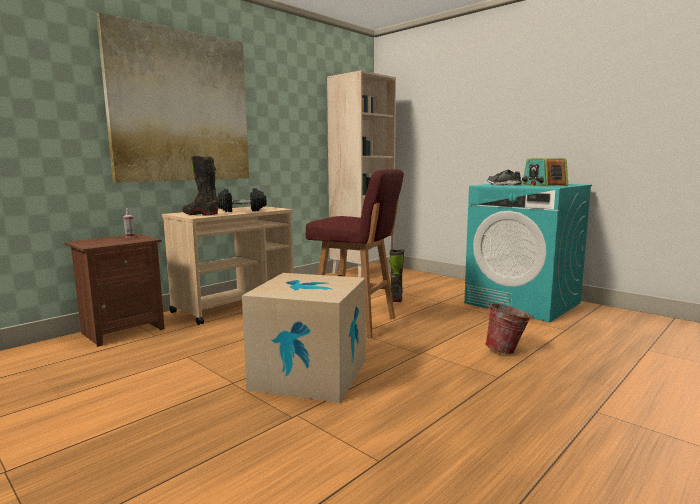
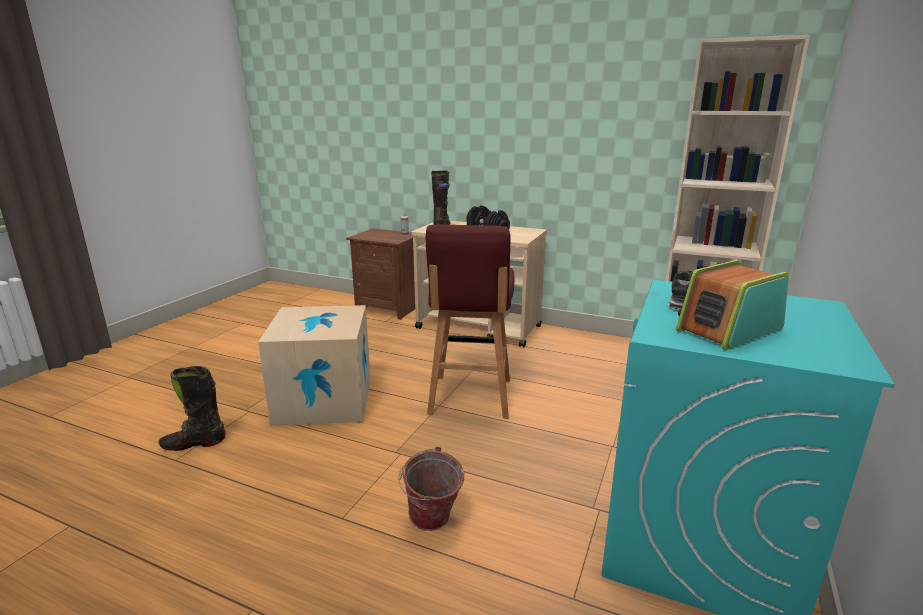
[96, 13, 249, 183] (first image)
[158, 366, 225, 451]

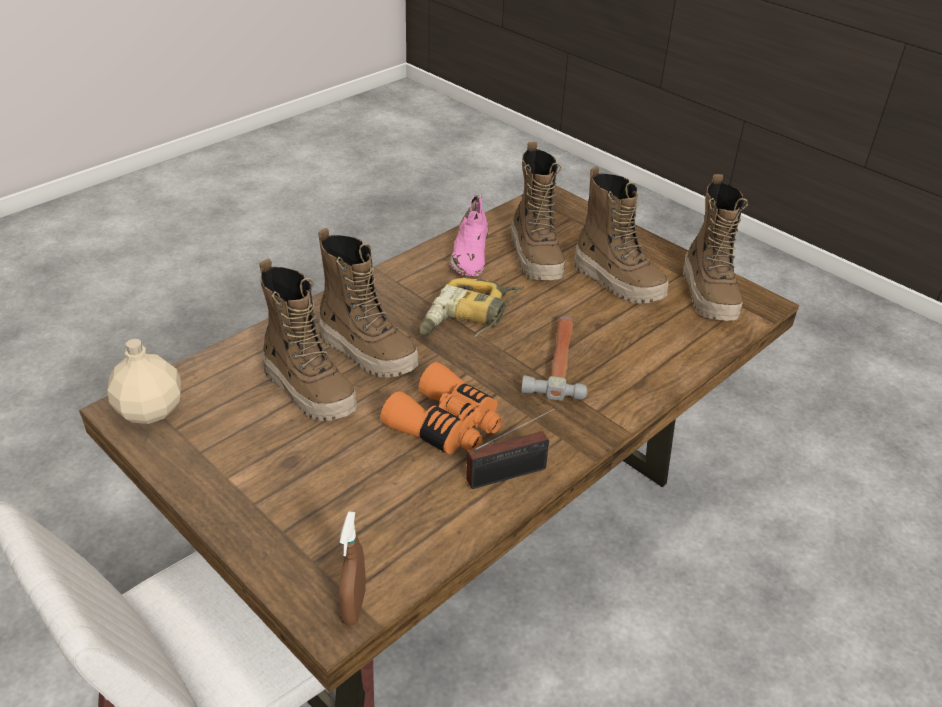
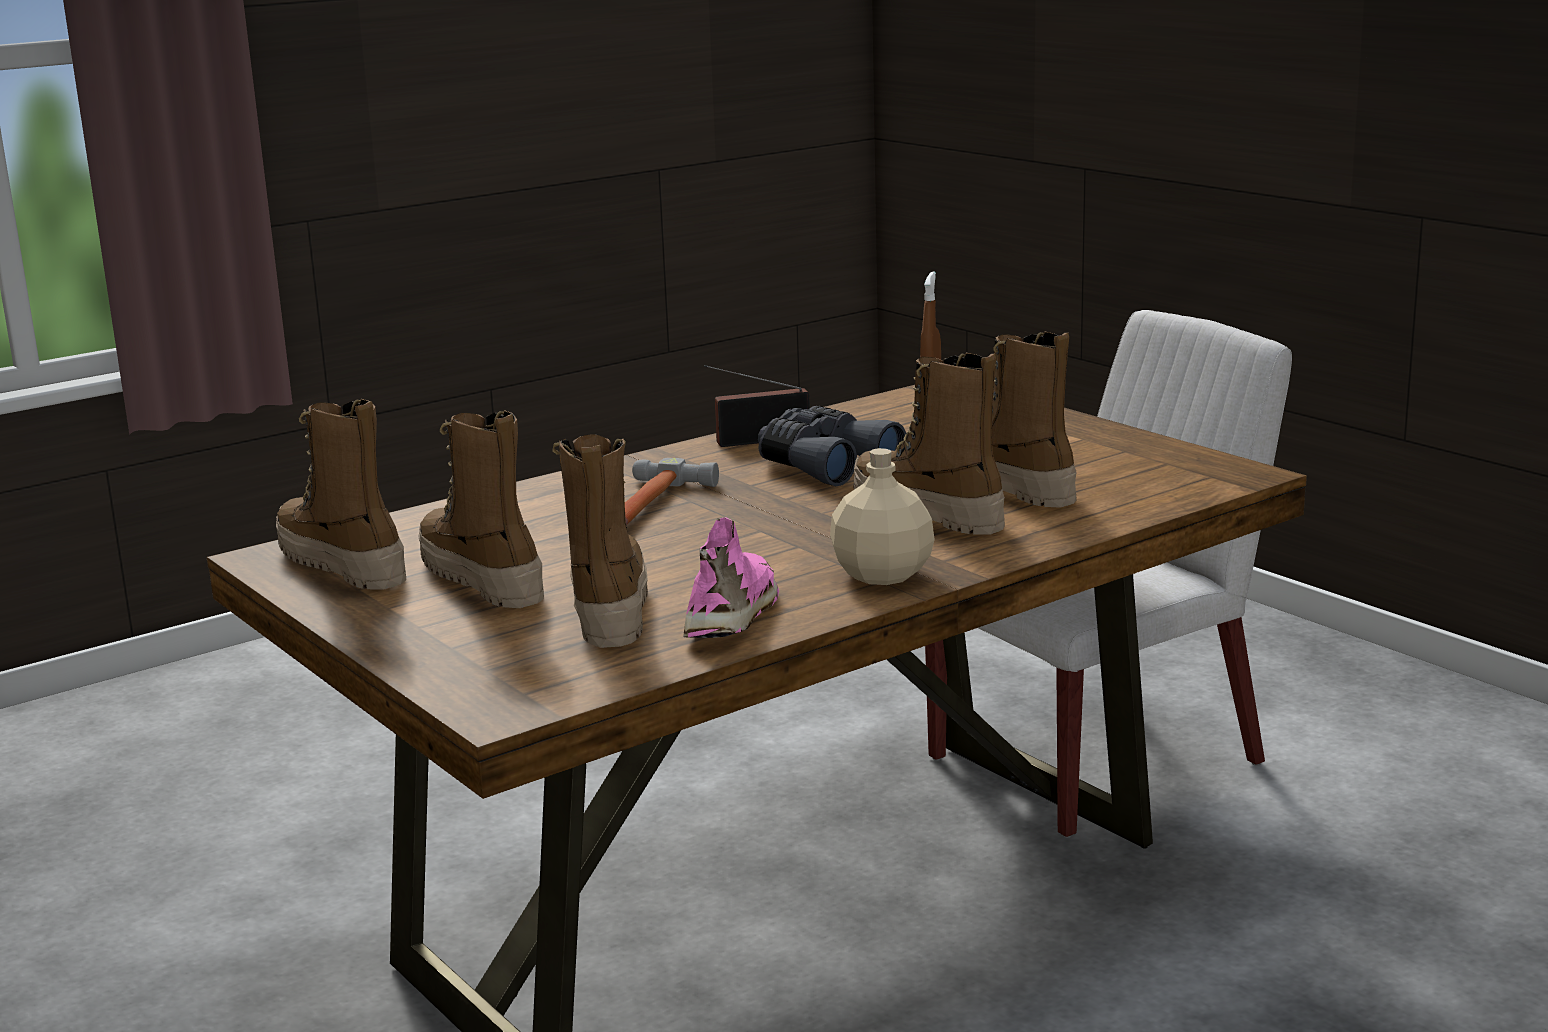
[418, 278, 524, 337] (first image)
[830, 448, 935, 585]
[758, 406, 906, 486]
[276, 399, 406, 590]

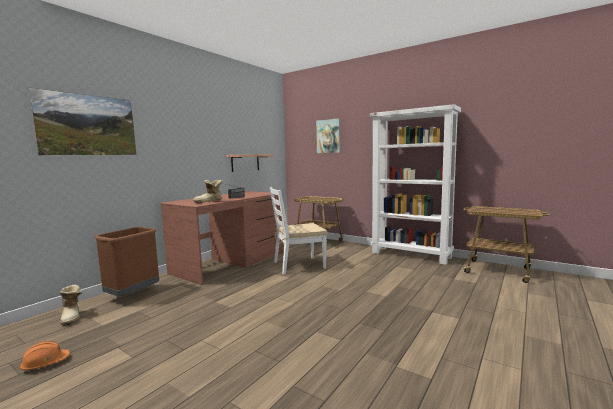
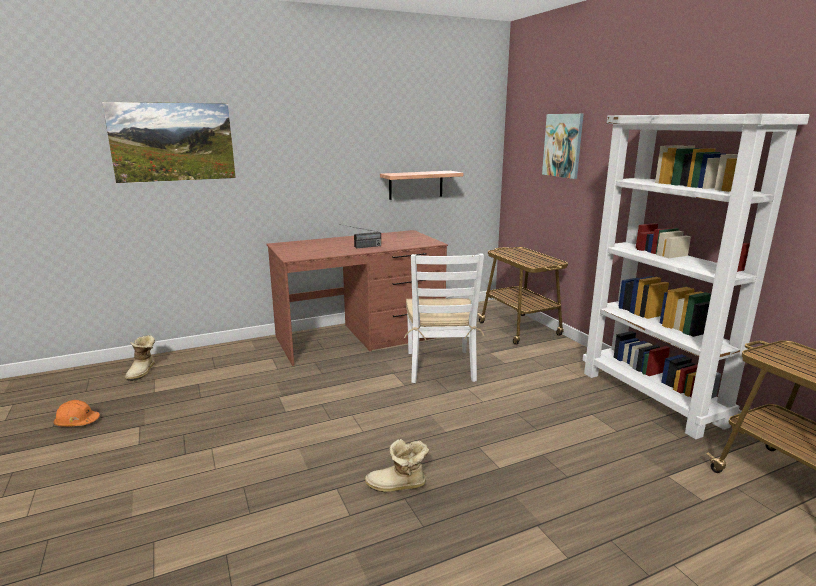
[95, 227, 159, 296] (first image)
[365, 439, 429, 492]
[404, 253, 484, 383]

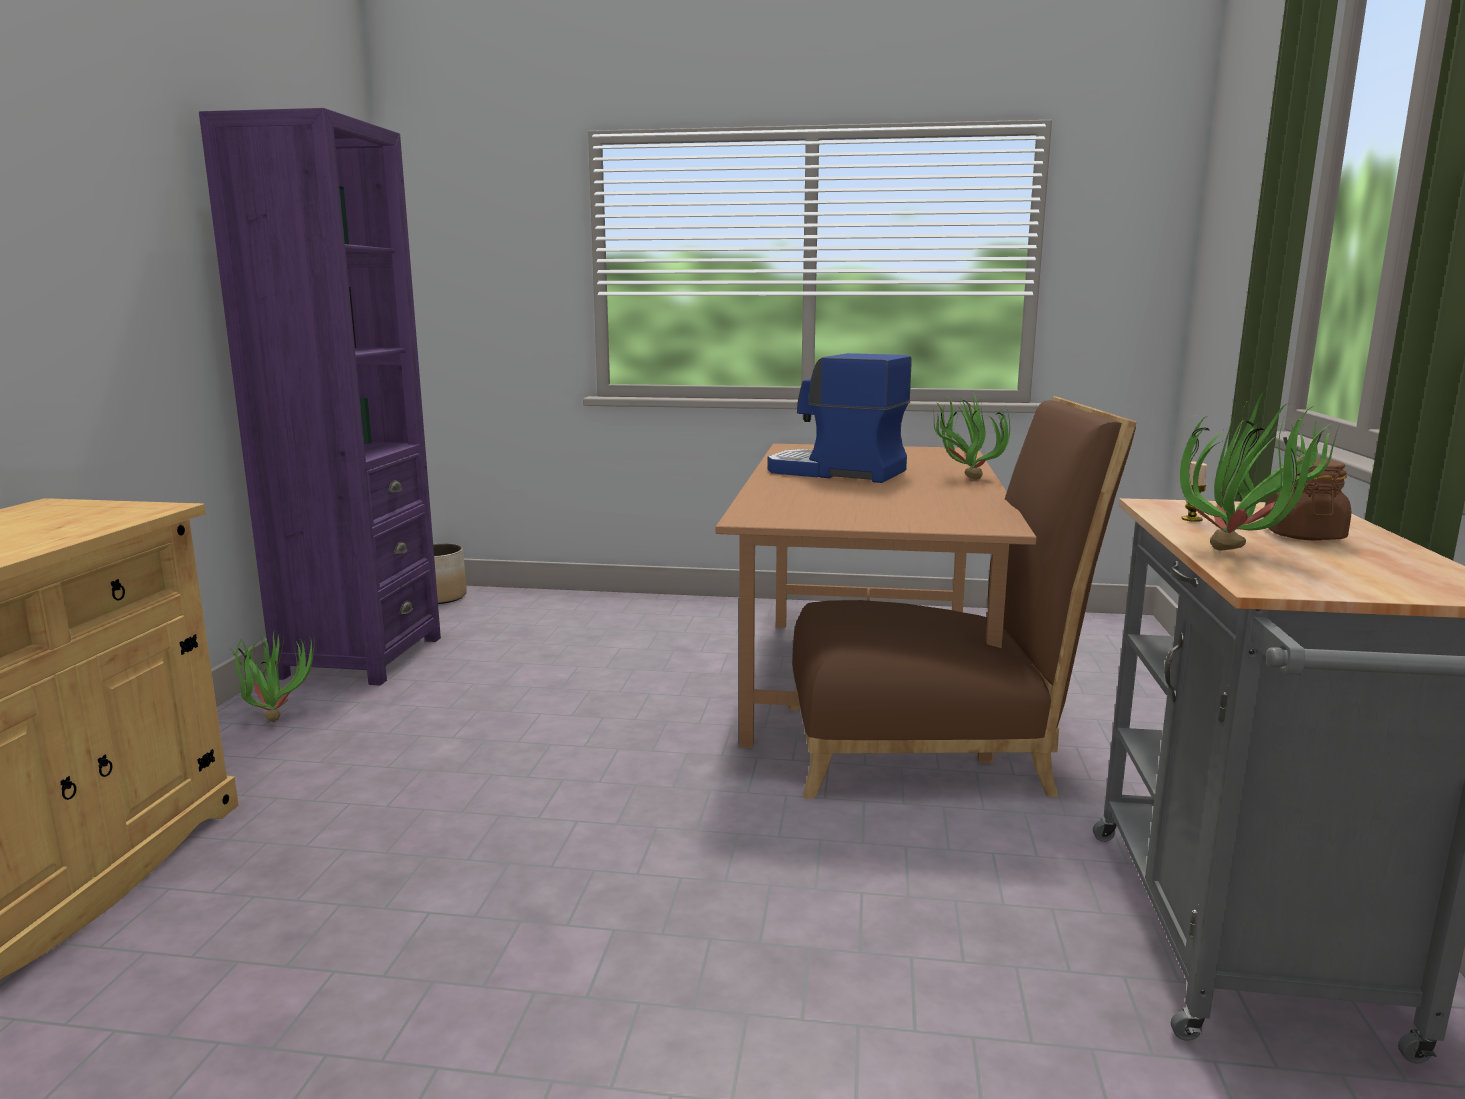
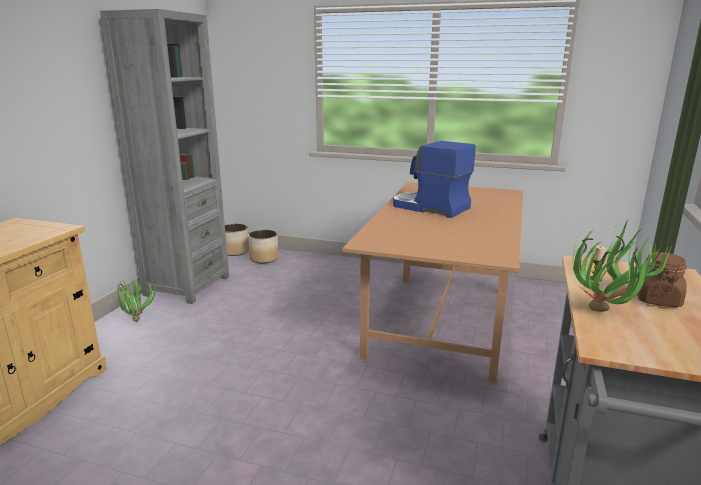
[789, 396, 1136, 798] (first image)
[933, 392, 1010, 480] (first image)
[248, 230, 279, 263]
[100, 9, 229, 304]

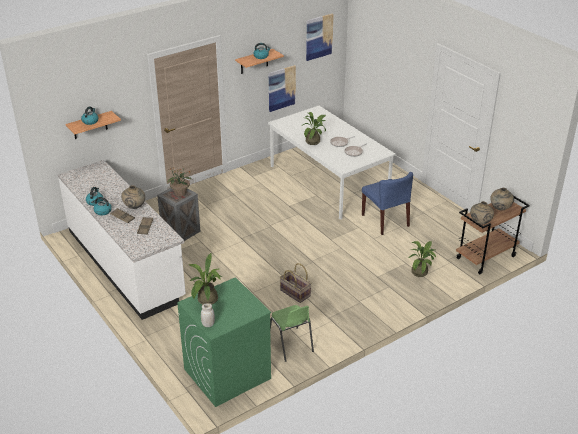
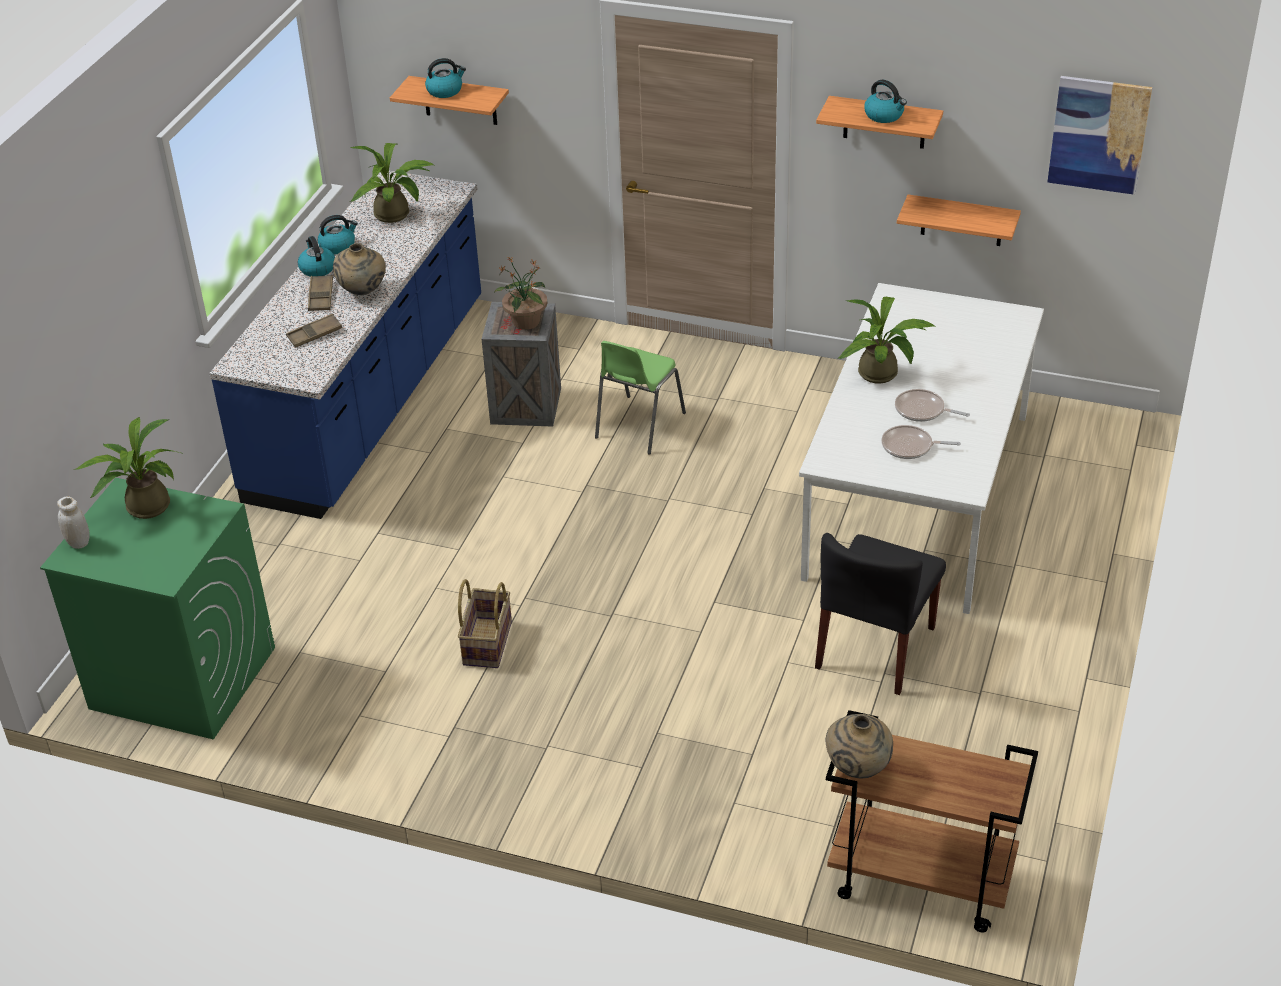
[490, 188, 514, 210] (first image)
[595, 341, 686, 454]
[350, 143, 434, 223]
[897, 194, 1021, 246]
[209, 171, 481, 519]
[815, 533, 946, 695]

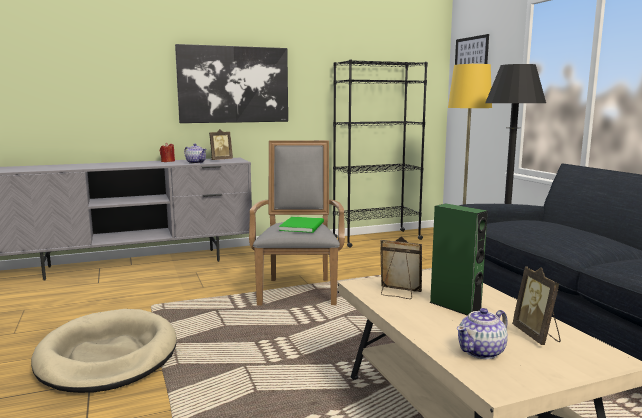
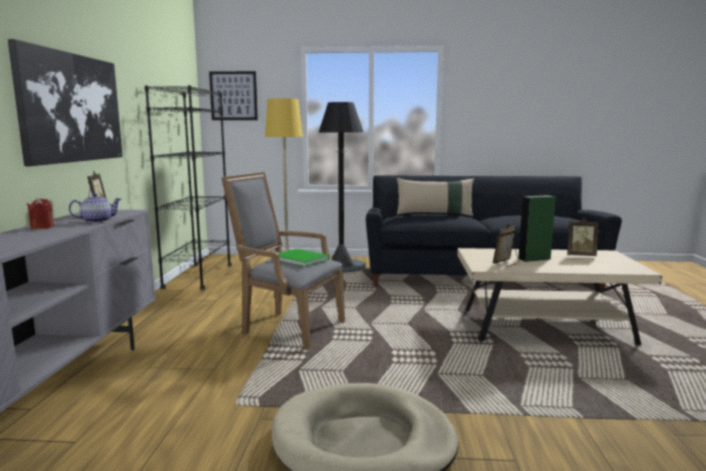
[457, 308, 508, 359] (first image)
[397, 178, 474, 216]

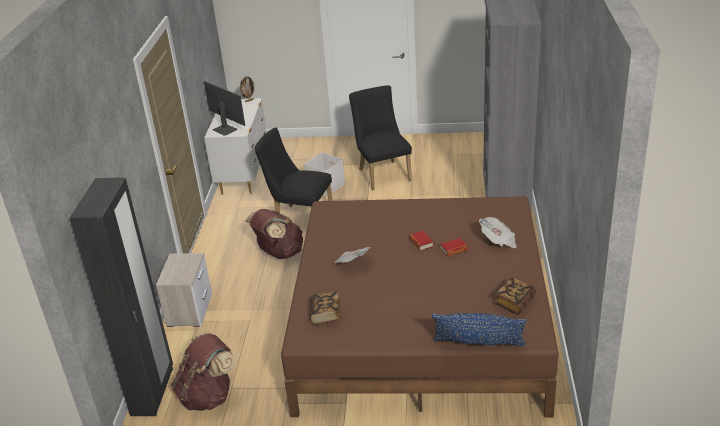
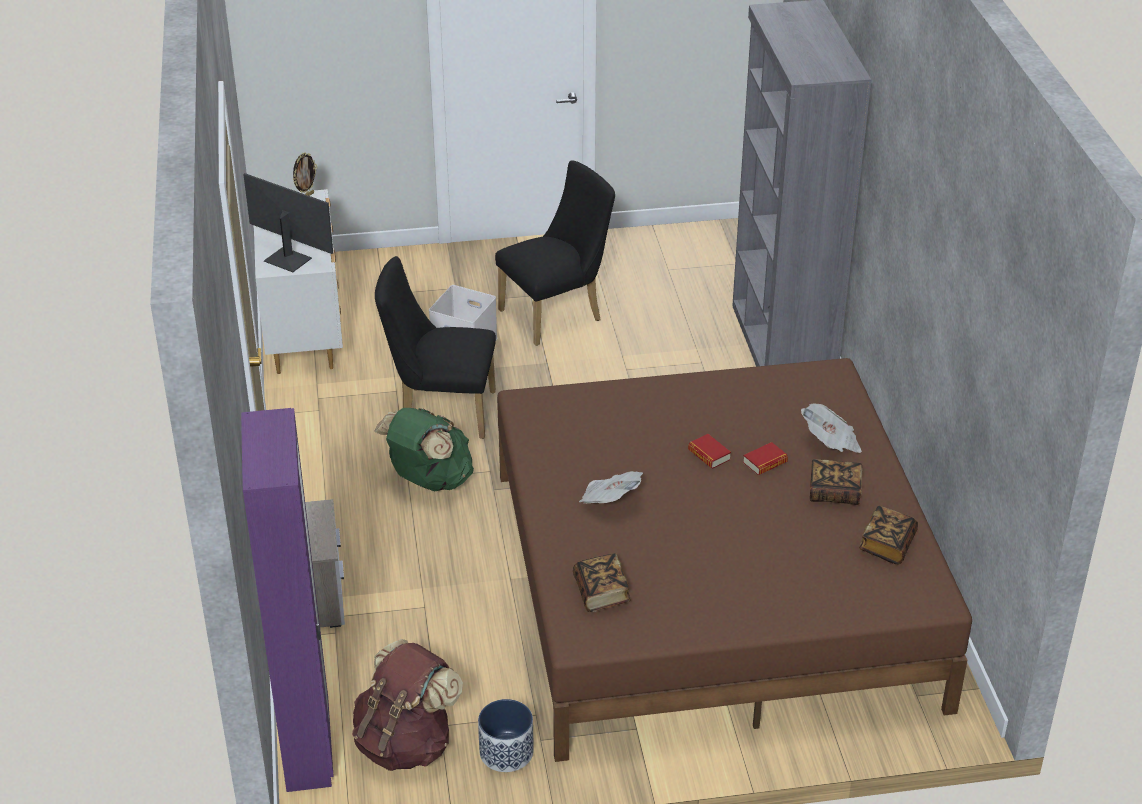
[432, 313, 527, 347] (first image)
[478, 699, 534, 772]
[810, 459, 862, 505]
[241, 408, 334, 792]
[374, 408, 474, 491]
[495, 160, 615, 346]

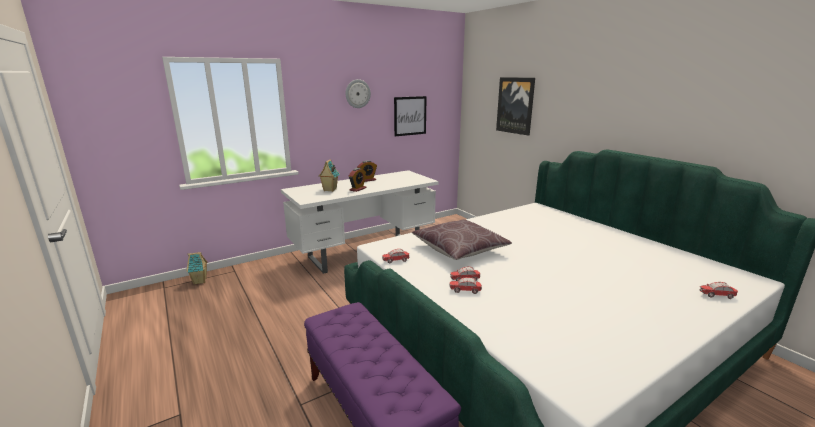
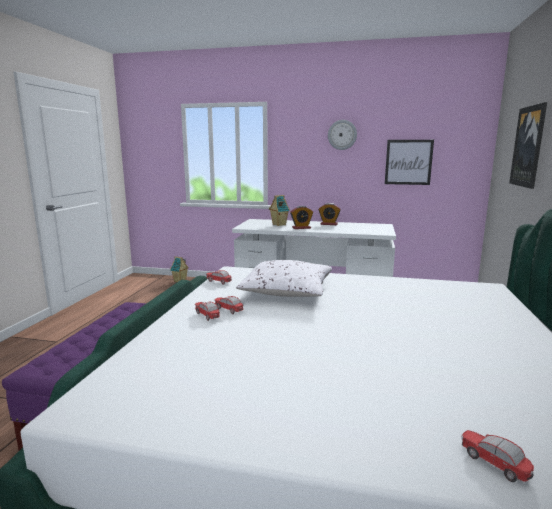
[236, 260, 332, 297]

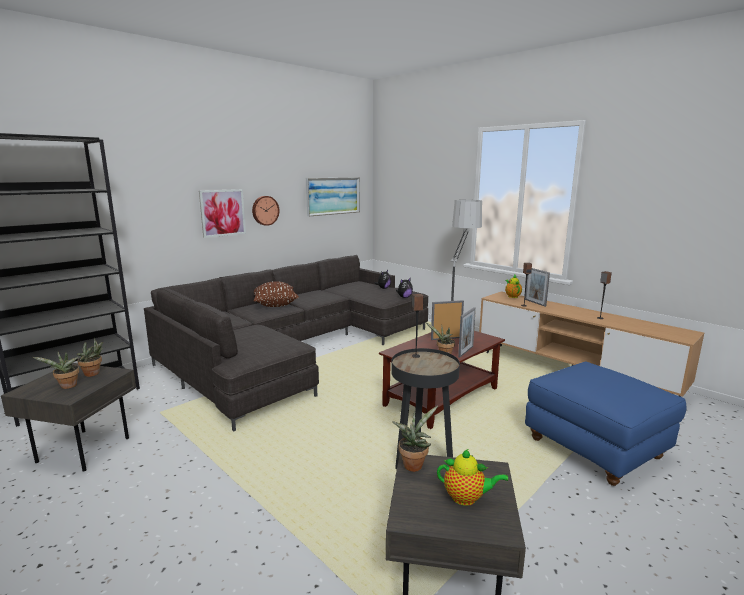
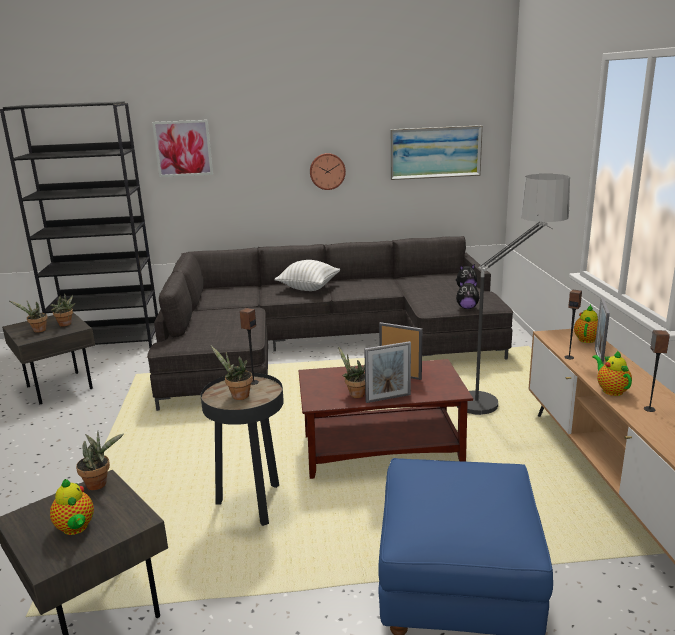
[211, 346, 253, 400]
[592, 350, 632, 396]
[152, 120, 213, 177]
[274, 260, 340, 291]

